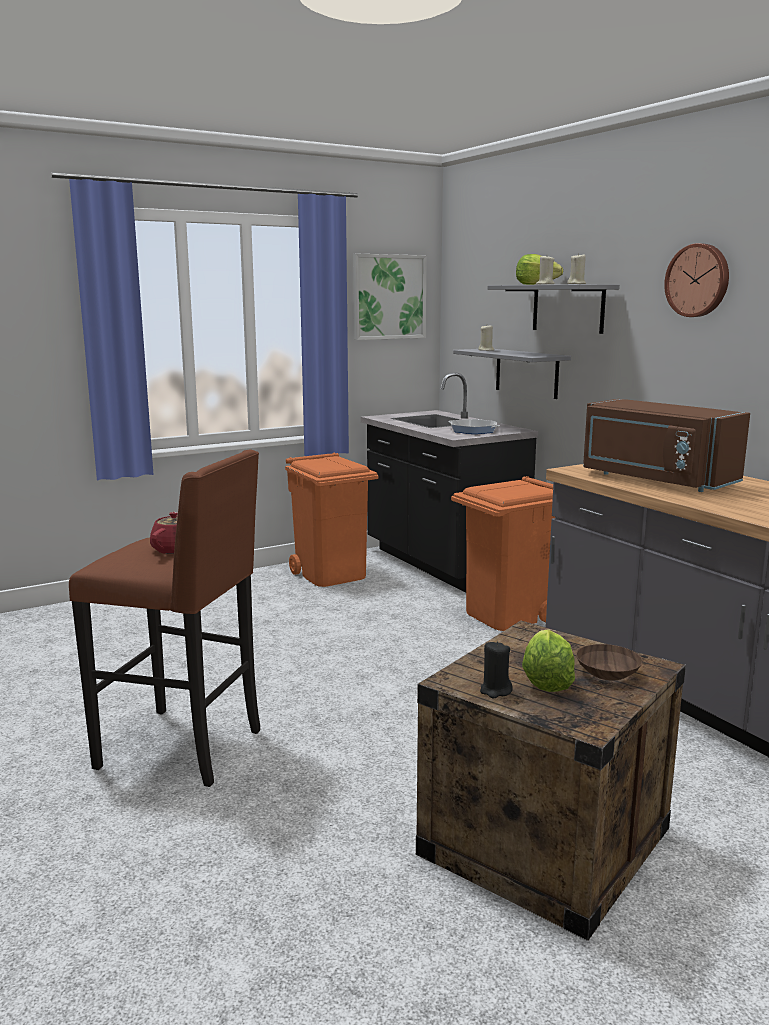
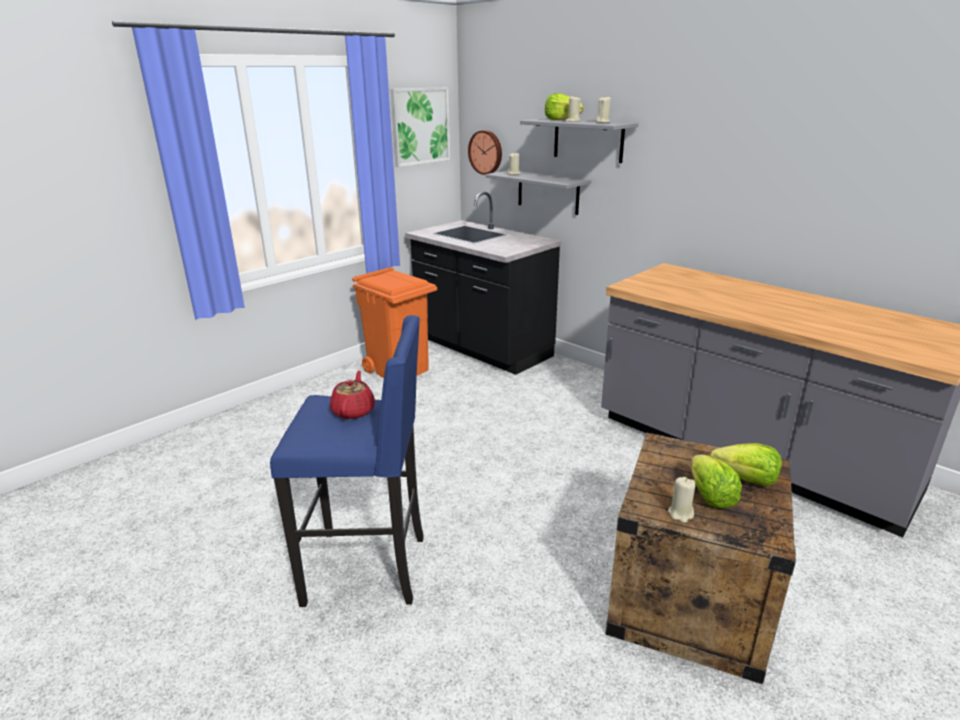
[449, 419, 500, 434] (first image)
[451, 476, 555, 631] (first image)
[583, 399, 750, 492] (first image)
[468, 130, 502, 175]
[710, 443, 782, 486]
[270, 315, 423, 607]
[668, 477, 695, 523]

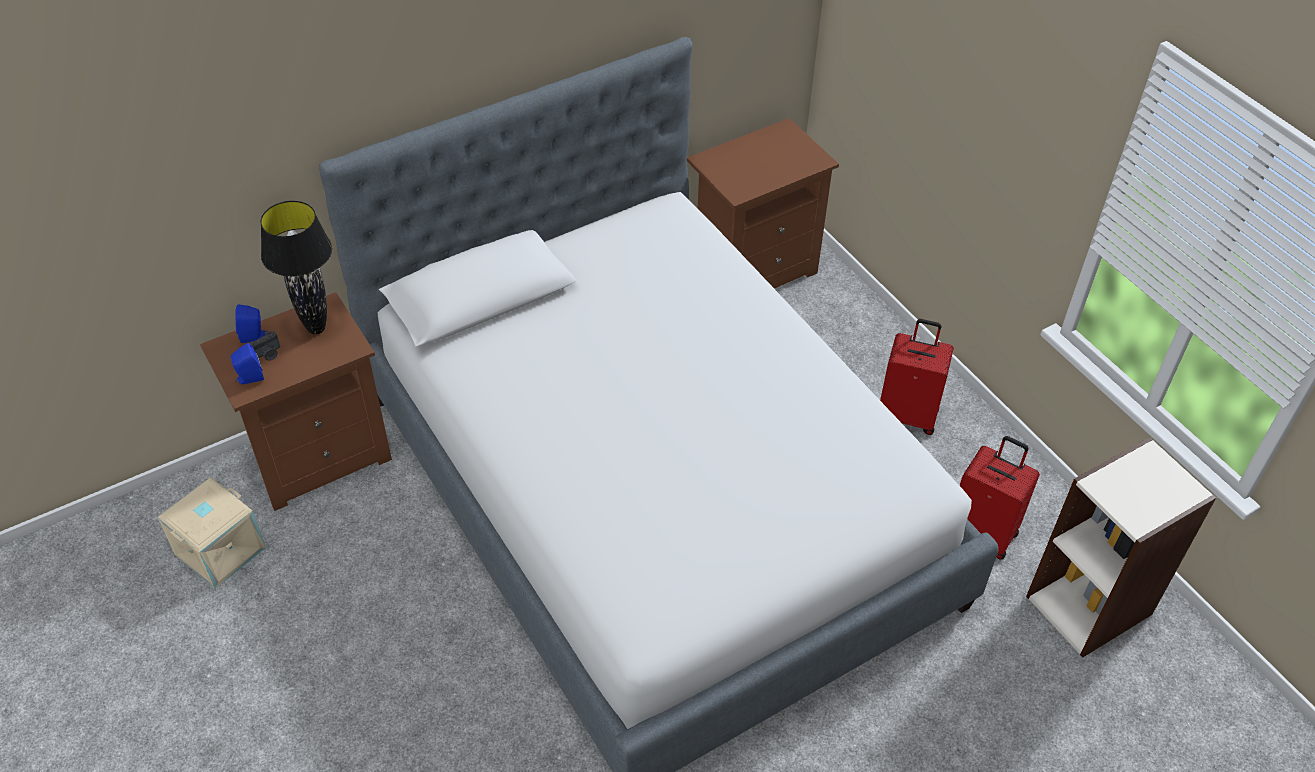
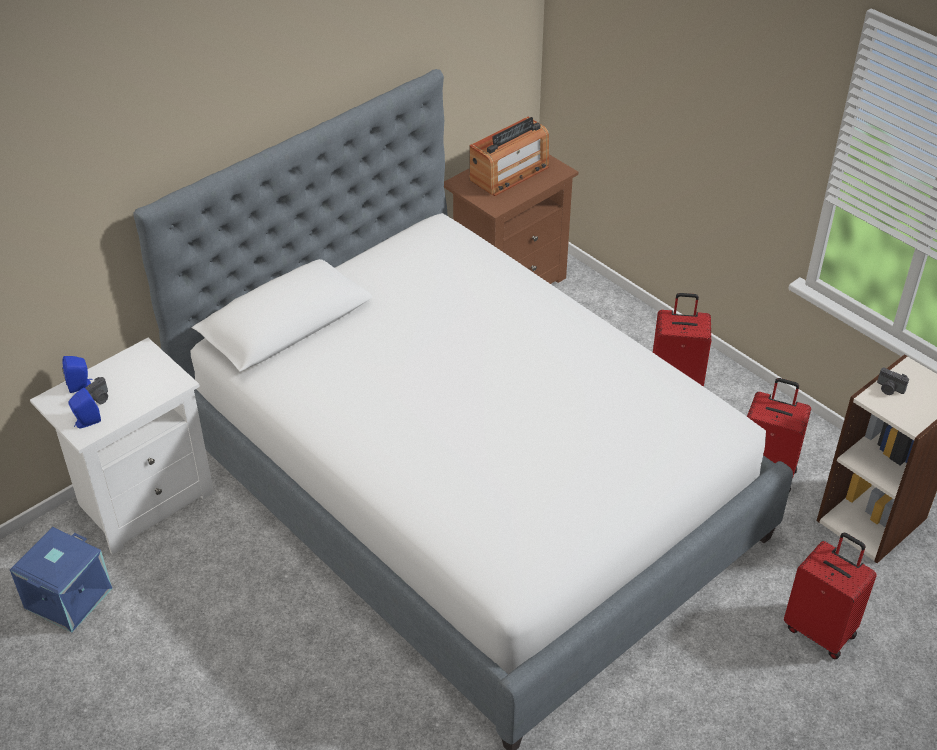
[260, 201, 332, 334] (first image)
[470, 117, 549, 196]
[784, 532, 877, 659]
[877, 367, 909, 395]
[10, 527, 113, 633]
[30, 338, 214, 555]

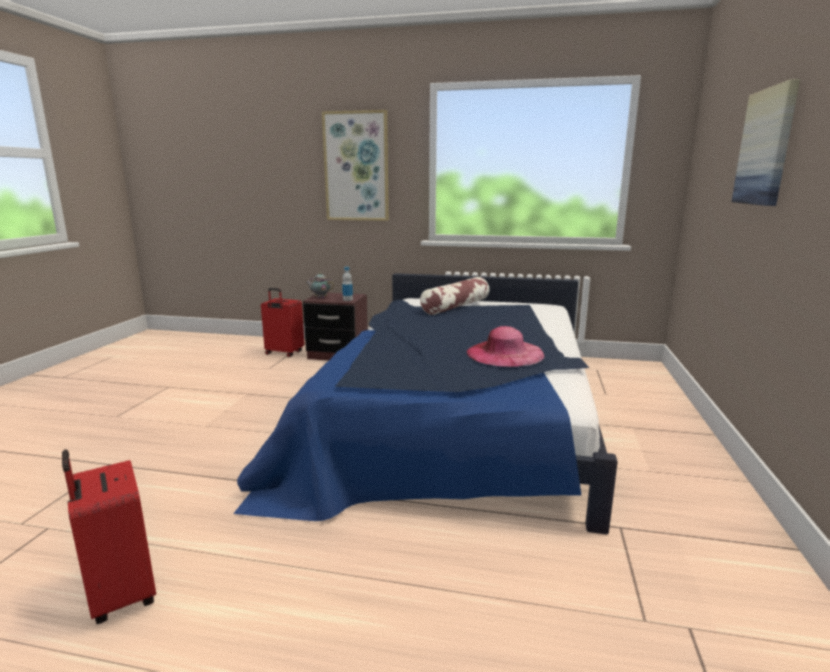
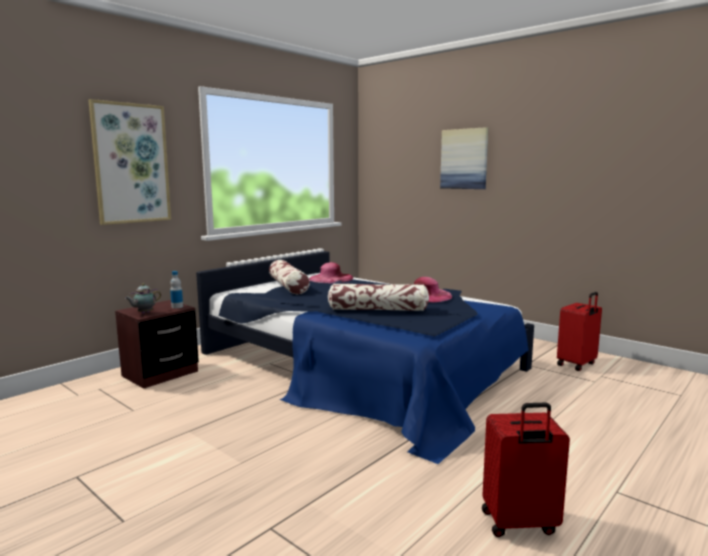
[309, 262, 353, 283]
[328, 284, 429, 311]
[557, 292, 602, 371]

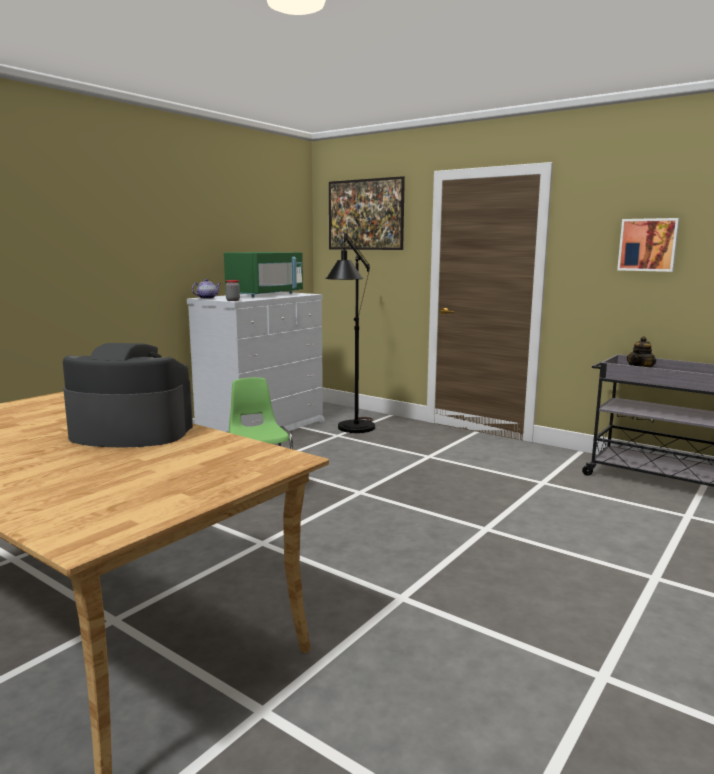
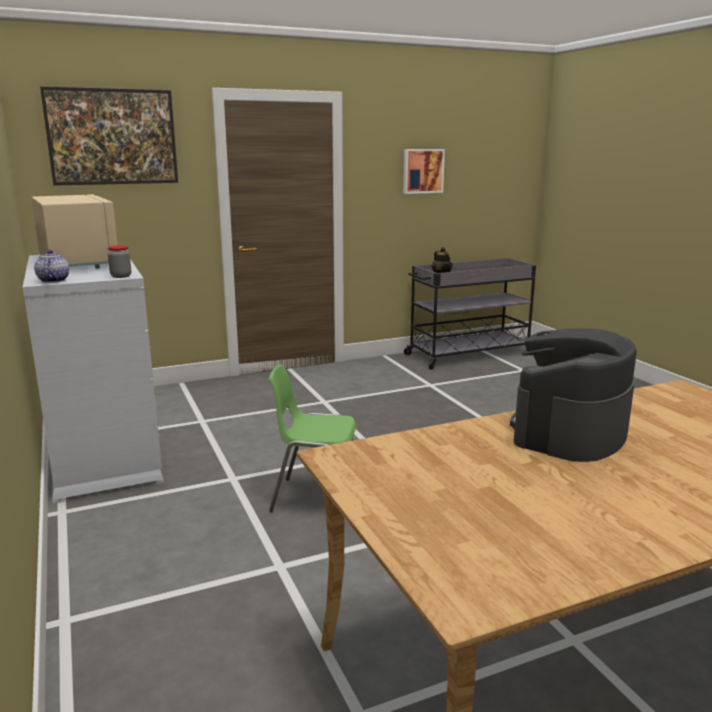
[325, 233, 375, 433] (first image)
[31, 194, 118, 268]

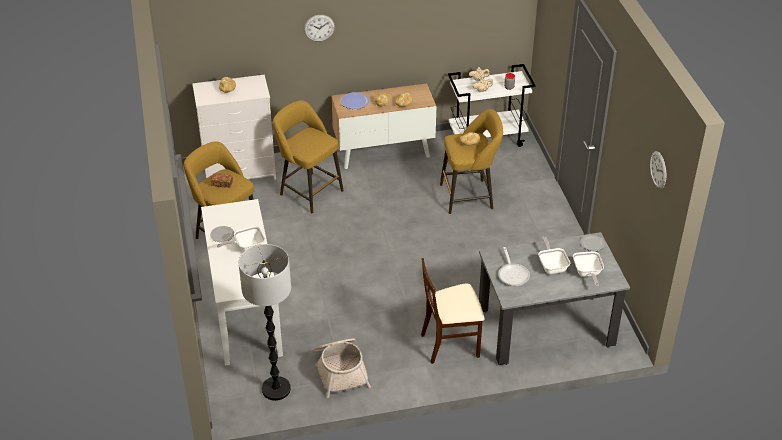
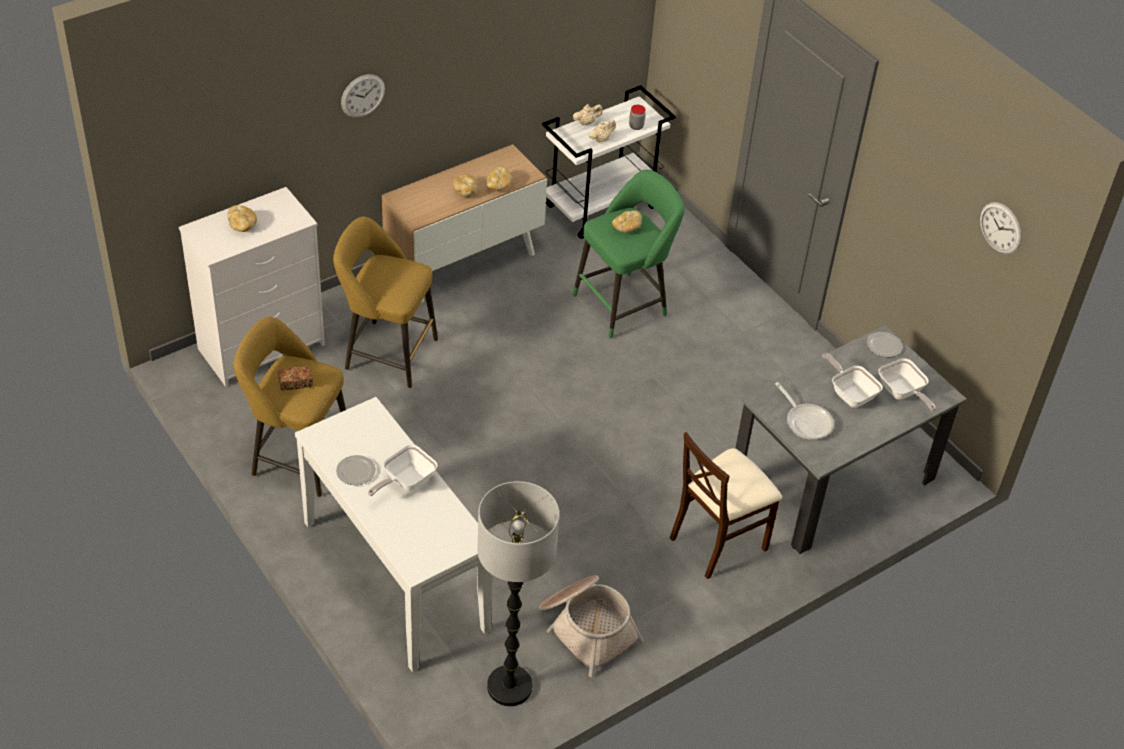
[341, 92, 369, 109] (first image)
[573, 169, 684, 339]

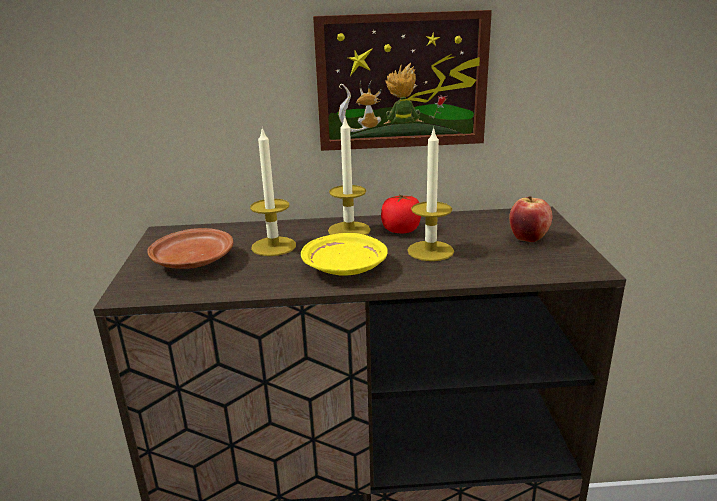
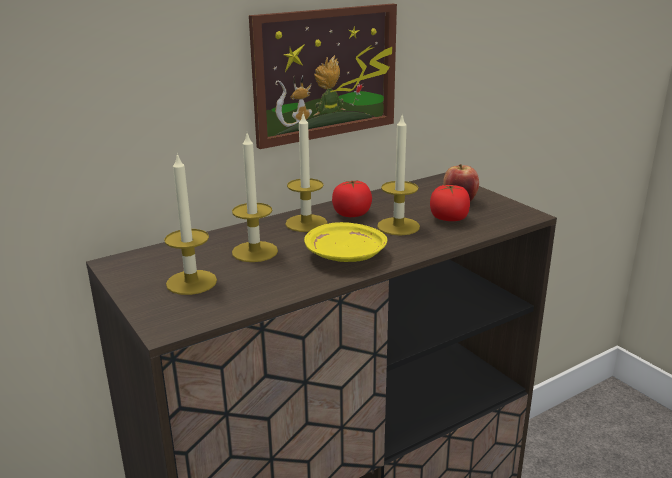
[430, 185, 470, 221]
[164, 153, 217, 295]

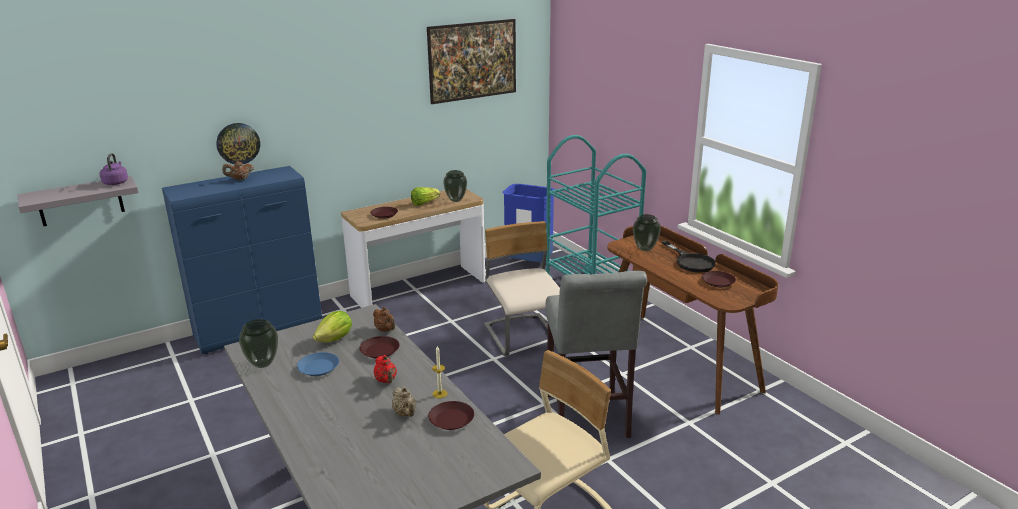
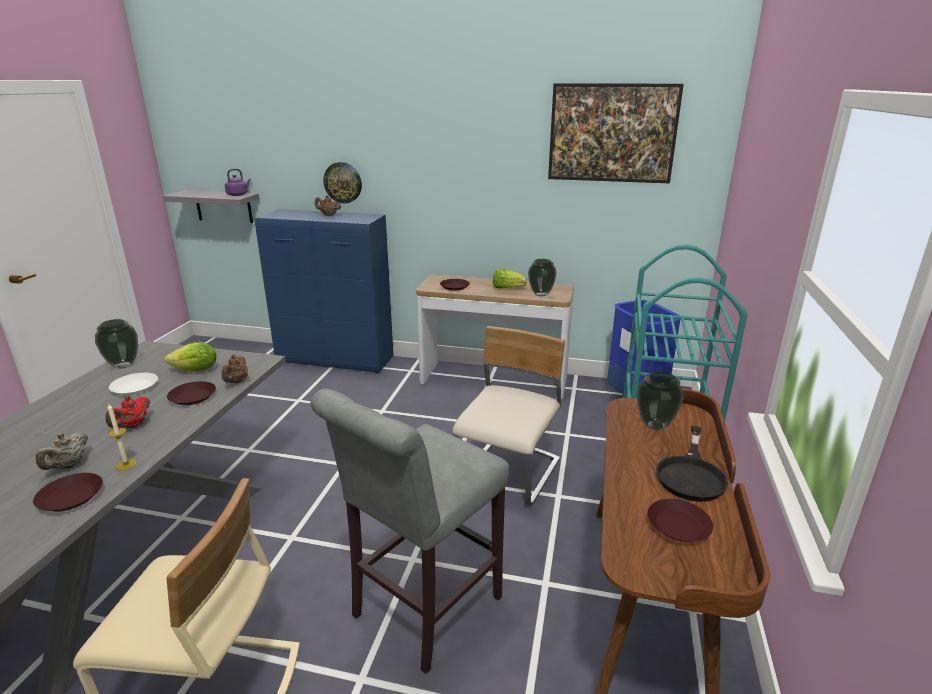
[109, 373, 158, 395]

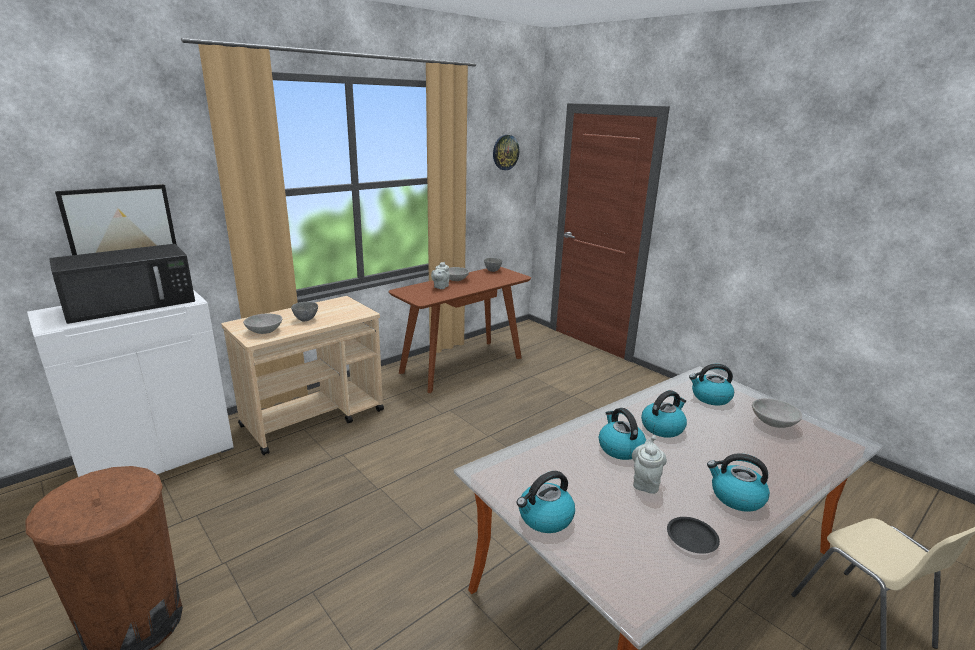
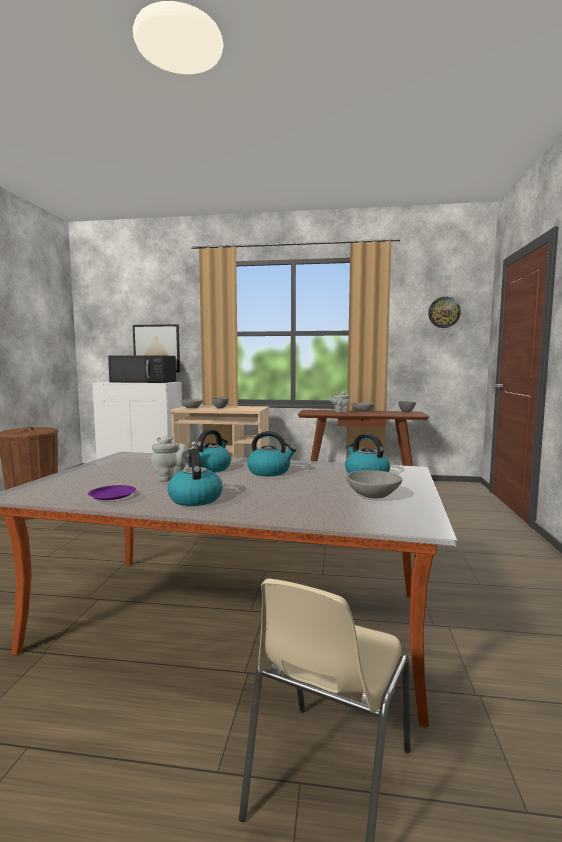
[517, 471, 575, 533] (first image)
[88, 485, 136, 500]

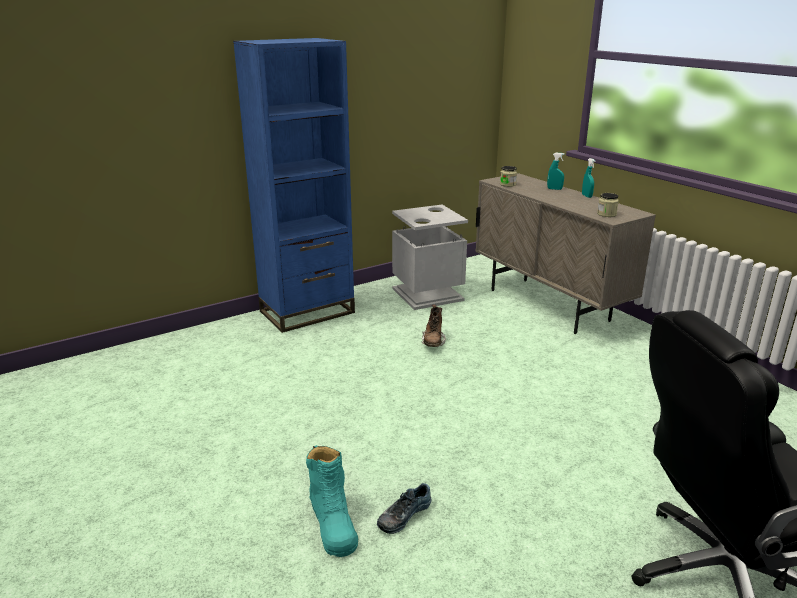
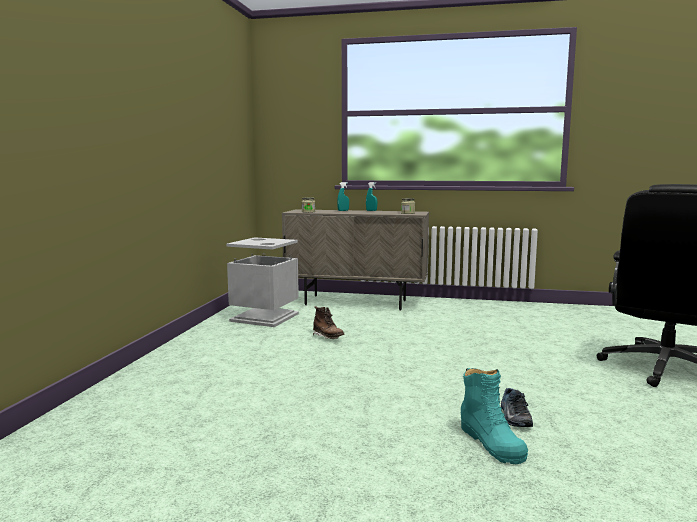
[233, 38, 355, 333] (first image)
[461, 368, 528, 464]

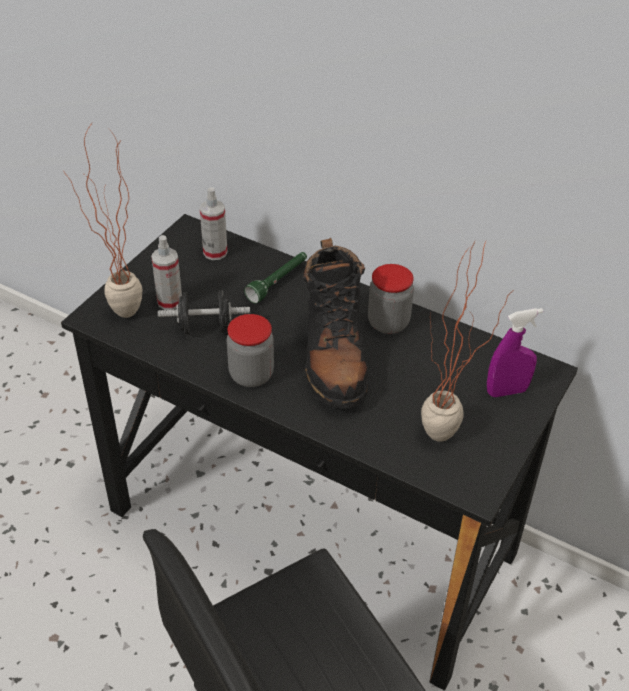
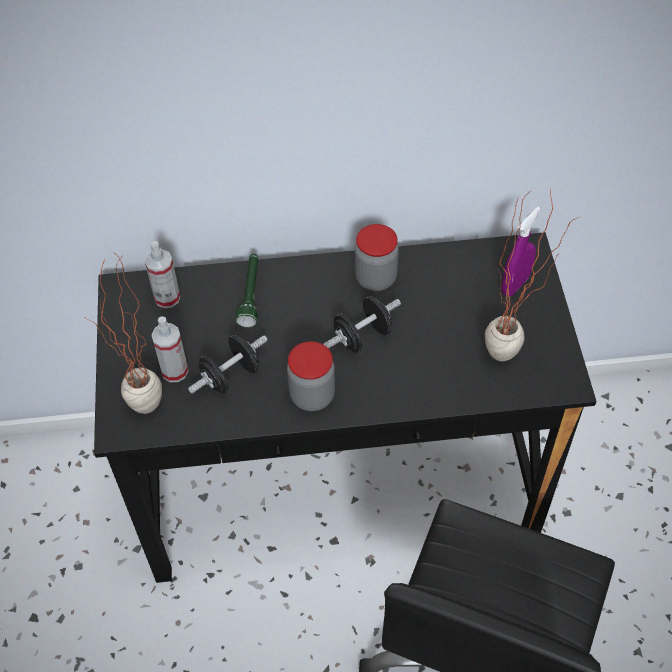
[323, 296, 401, 353]

